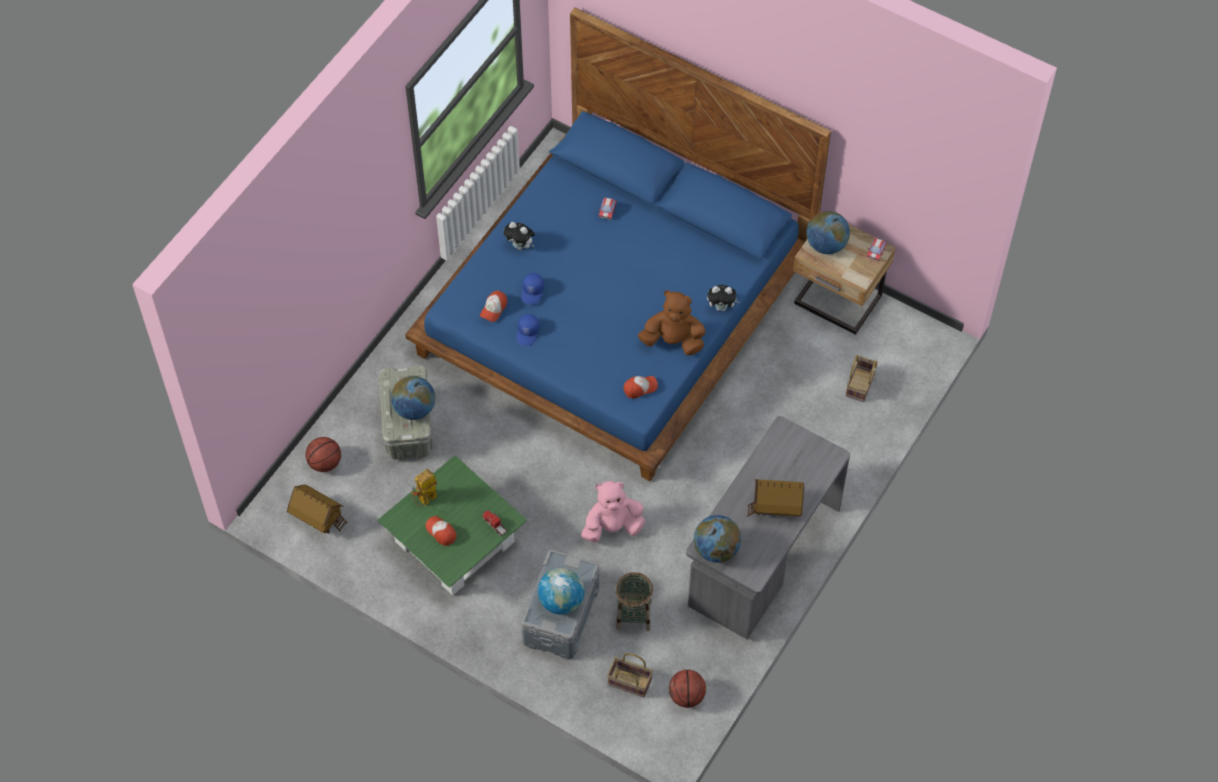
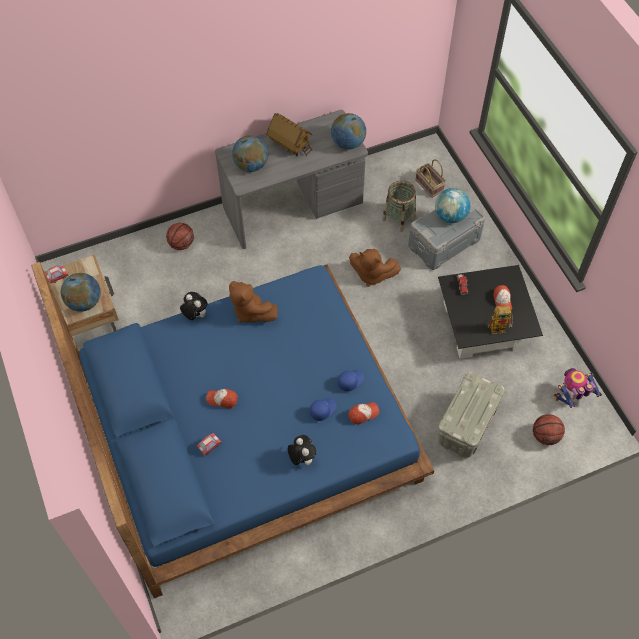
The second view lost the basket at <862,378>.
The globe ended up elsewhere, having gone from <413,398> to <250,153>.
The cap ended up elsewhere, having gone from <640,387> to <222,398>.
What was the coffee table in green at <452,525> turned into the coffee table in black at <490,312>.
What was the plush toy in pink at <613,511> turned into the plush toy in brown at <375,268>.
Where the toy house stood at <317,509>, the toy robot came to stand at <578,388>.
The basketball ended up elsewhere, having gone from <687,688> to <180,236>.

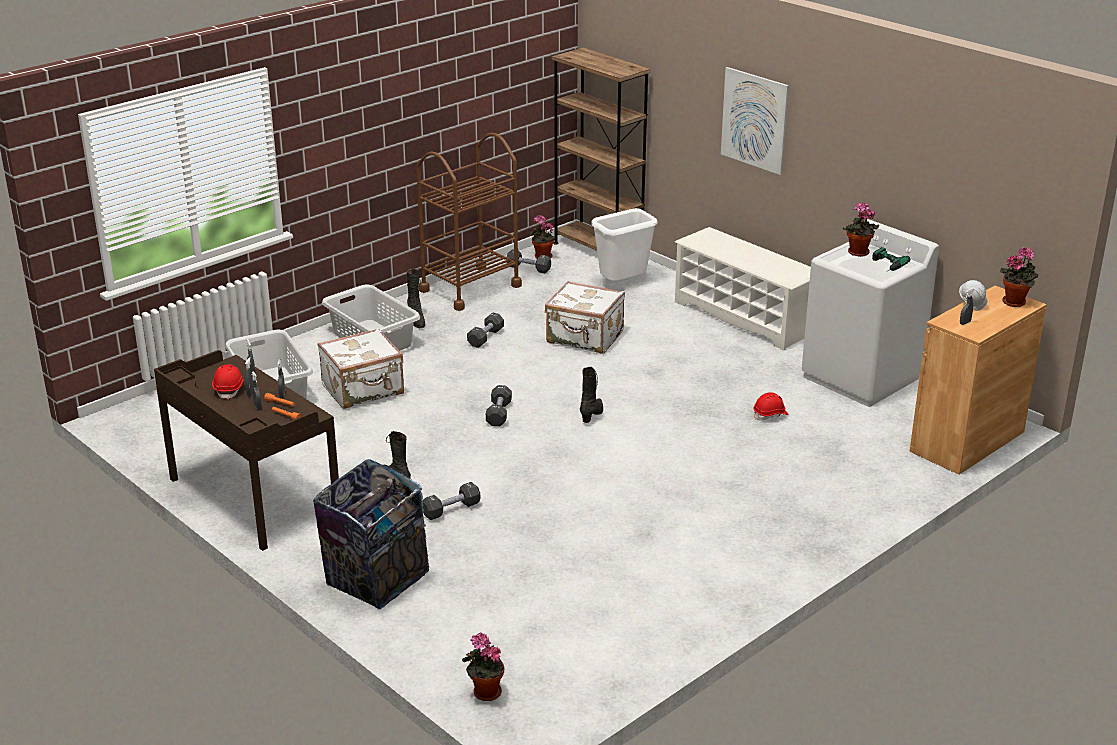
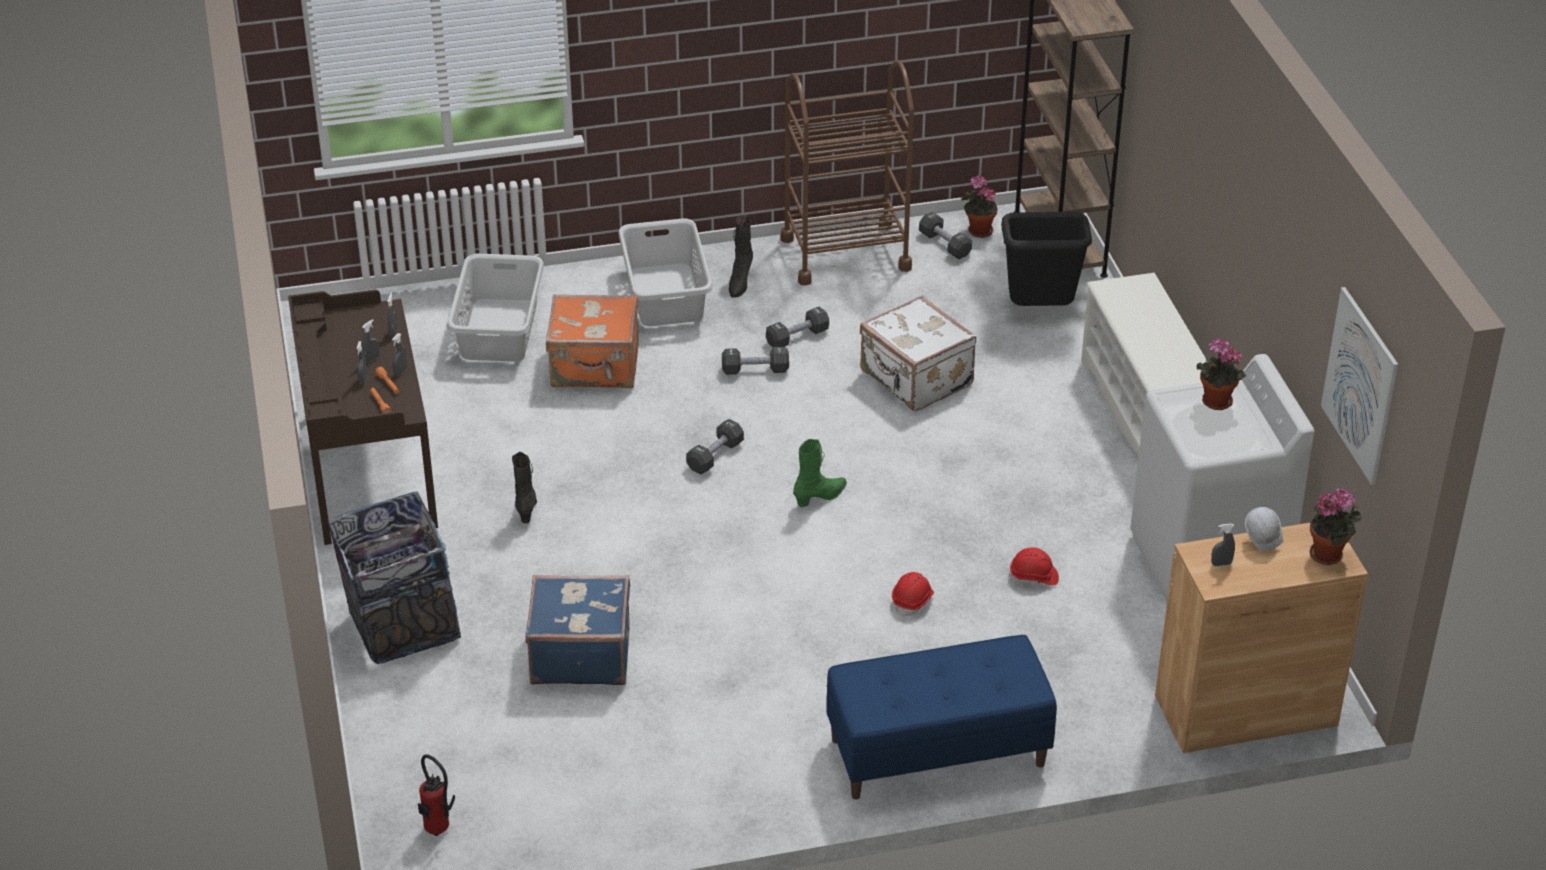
The picture ended up elsewhere, having gone from <755,121> to <1359,386>.
What was the trash can in white at <624,244> turned into the trash can in black at <1046,259>.
The second view lost the power drill at <891,259>.
What was the suitcase in white at <360,368> turned into the suitcase in orange at <592,341>.
The hard hat in red ended up elsewhere, having gone from <228,382> to <913,594>.
What was the boot in black at <591,395> turned into the boot in green at <820,473>.
The dumbbell in black ended up elsewhere, having gone from <451,501> to <755,361>.
The second view lost the potted plant at <483,667>.
The second view gained the suitcase in blue at <577,630>.
The second view gained the bench in blue at <941,717>.
The second view gained the fire extinguisher at <436,795>.

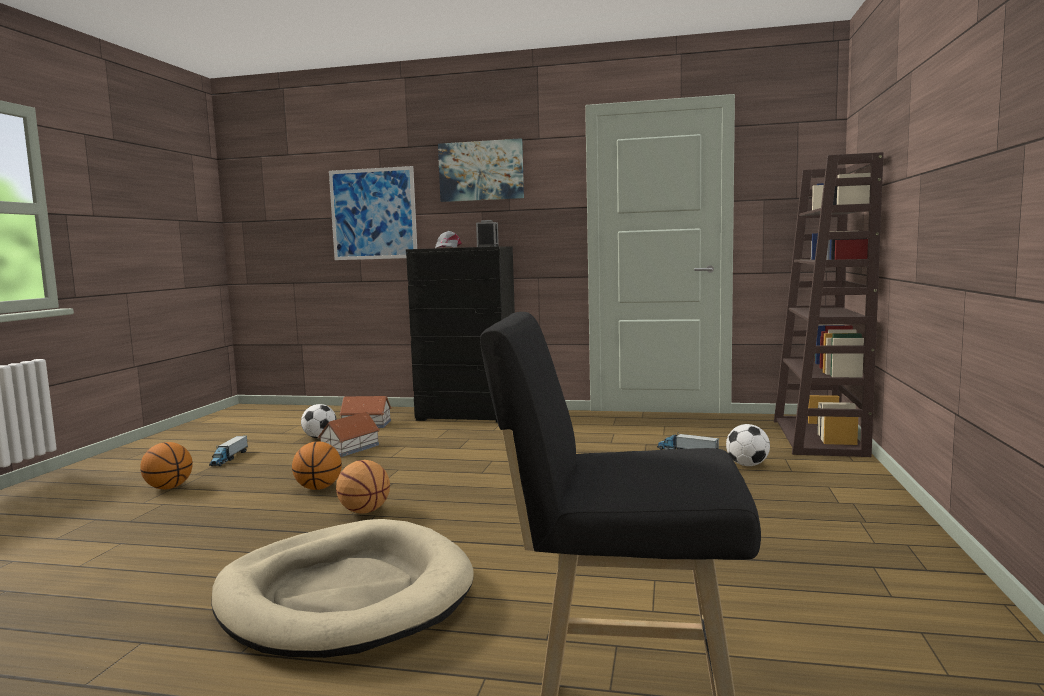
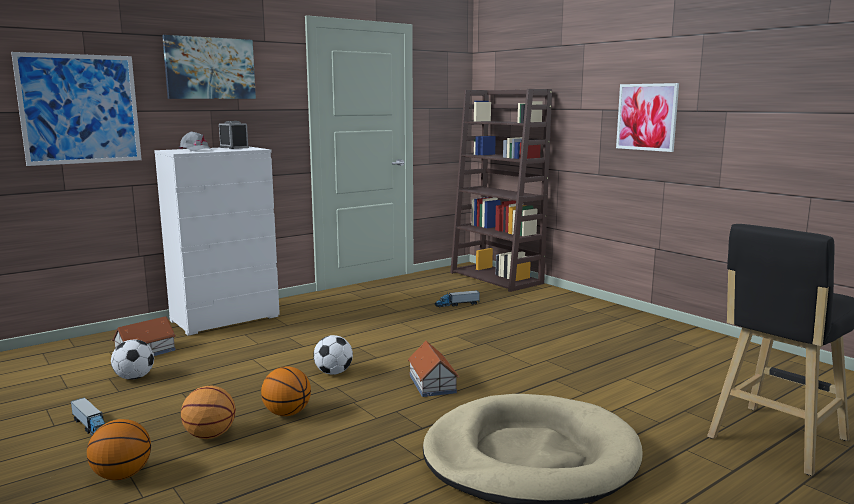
What was the dresser in black at <460,334> turned into the dresser in white at <217,241>.
The toy house ended up elsewhere, having gone from <349,434> to <433,369>.
The football ended up elsewhere, having gone from <748,445> to <333,355>.
The basketball ended up elsewhere, having gone from <363,487> to <208,412>.
The second view gained the picture at <647,117>.

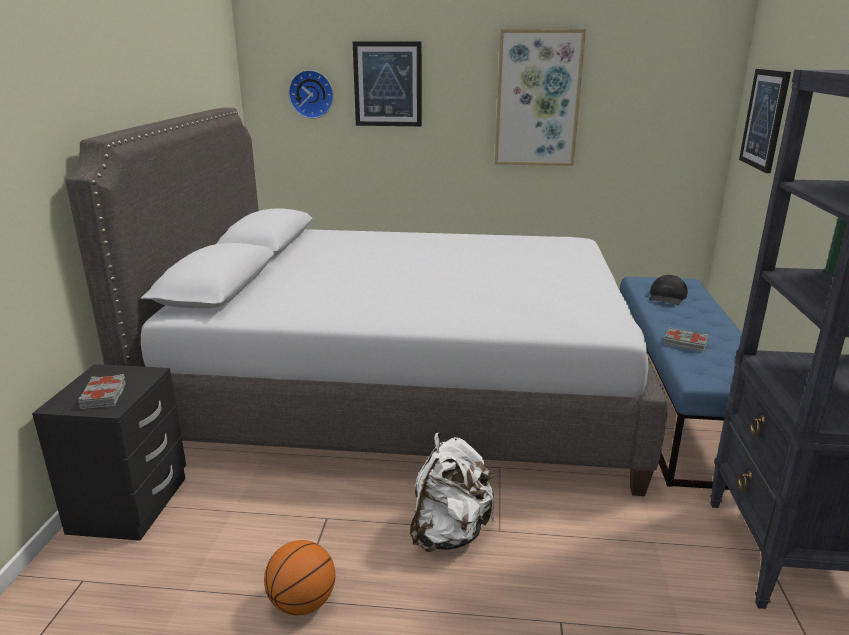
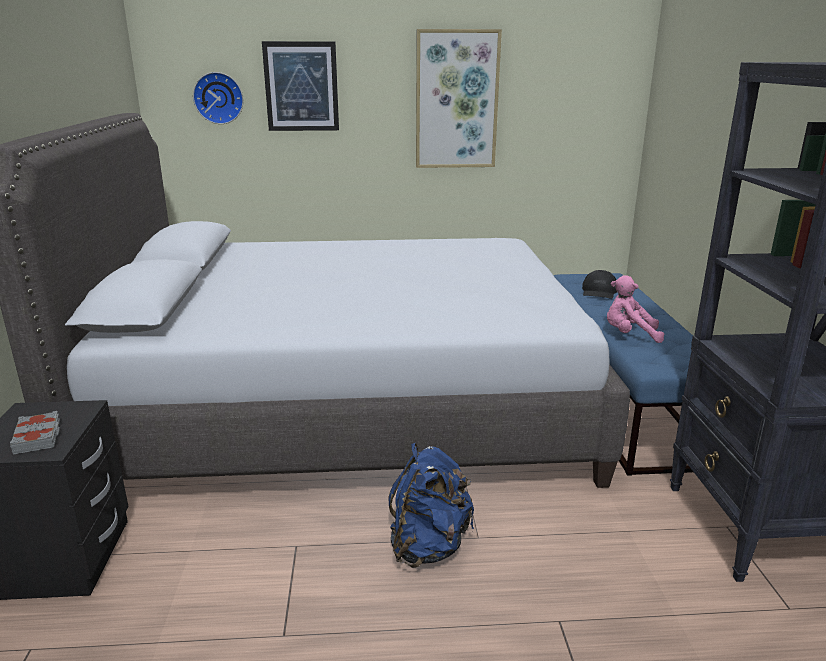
The second view lost the picture at <765,121>.
Where the book in grey stood at <686,339>, the plush toy in pink came to stand at <635,309>.
What was the backpack in white at <452,492> turned into the backpack in blue at <431,505>.
The second view lost the basketball at <299,577>.

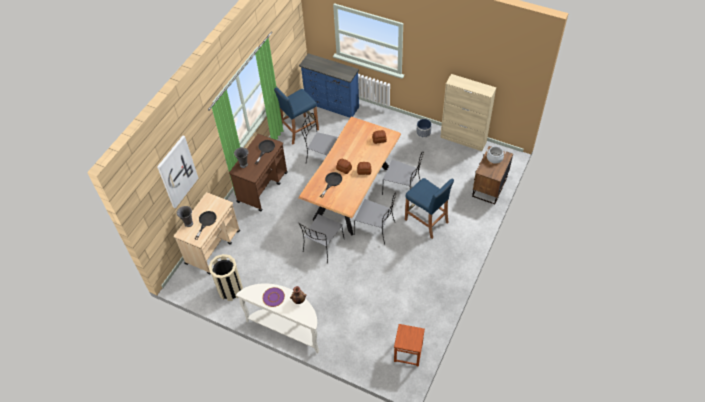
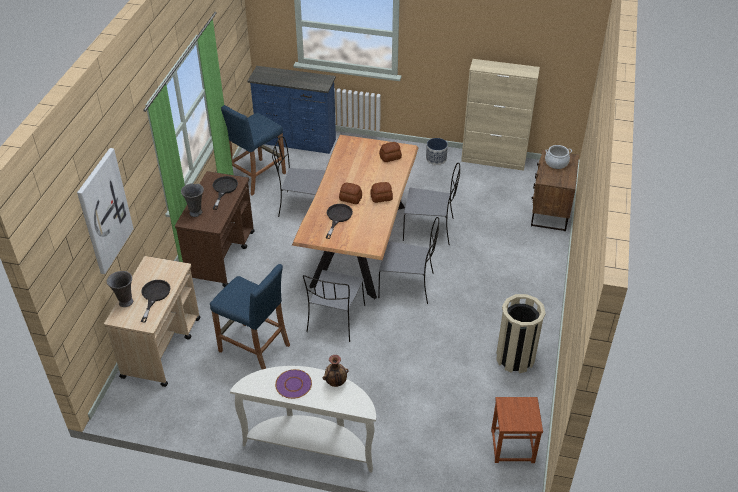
The stool in blue ended up elsewhere, having gone from <429,208> to <250,316>.
The trash can in beige ended up elsewhere, having gone from <226,277> to <521,333>.

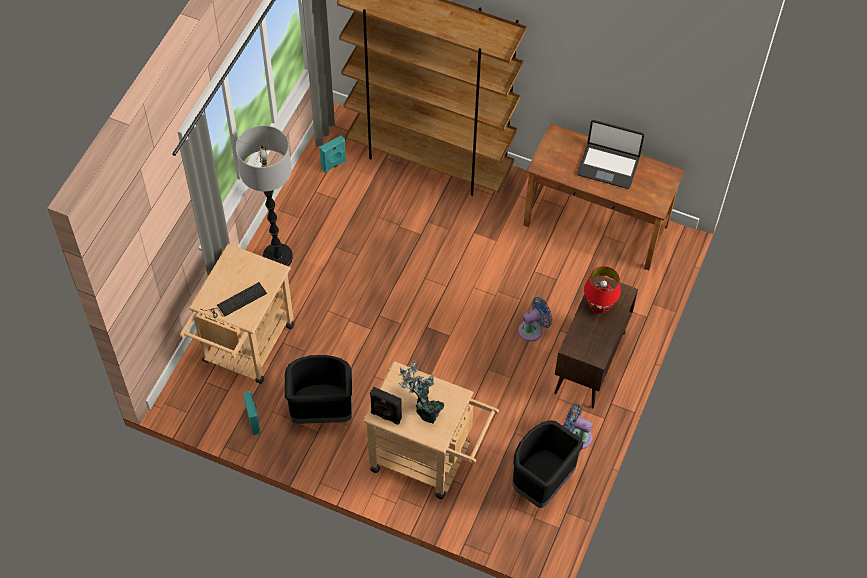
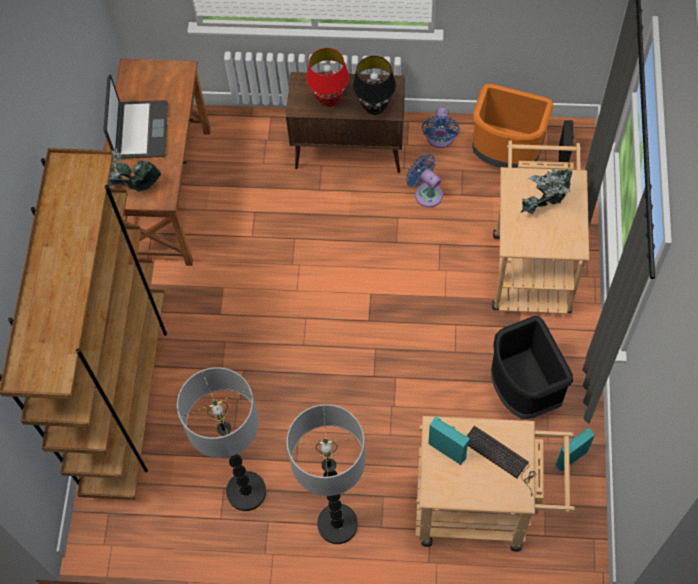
The speaker in turquoise ended up elsewhere, having gone from <333,154> to <448,441>.
The fan in blue ended up elsewhere, having gone from <535,319> to <424,180>.
The speaker in black ended up elsewhere, having gone from <386,405> to <566,141>.
What was the trash can in black at <548,464> turned into the trash can in orange at <513,126>.
The second view gained the table lamp in black at <374,85>.
The second view gained the potted plant at <131,170>.
The second view gained the floor lamp at <221,439>.

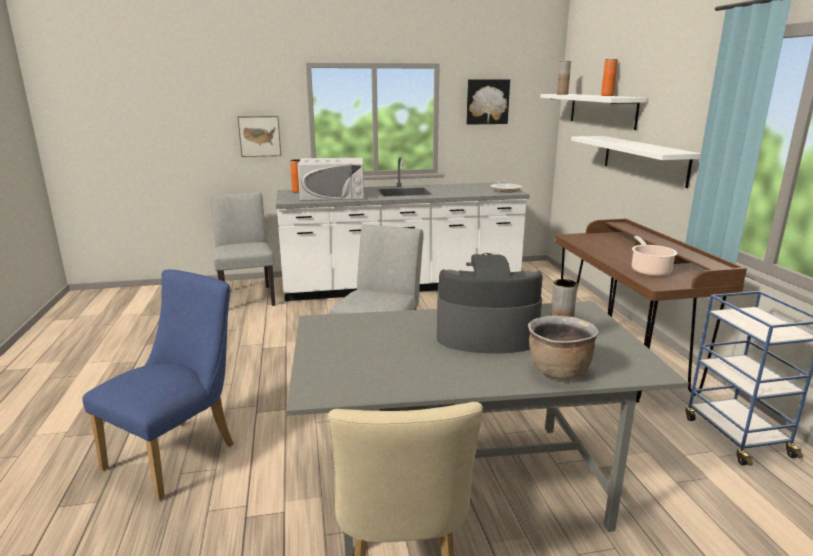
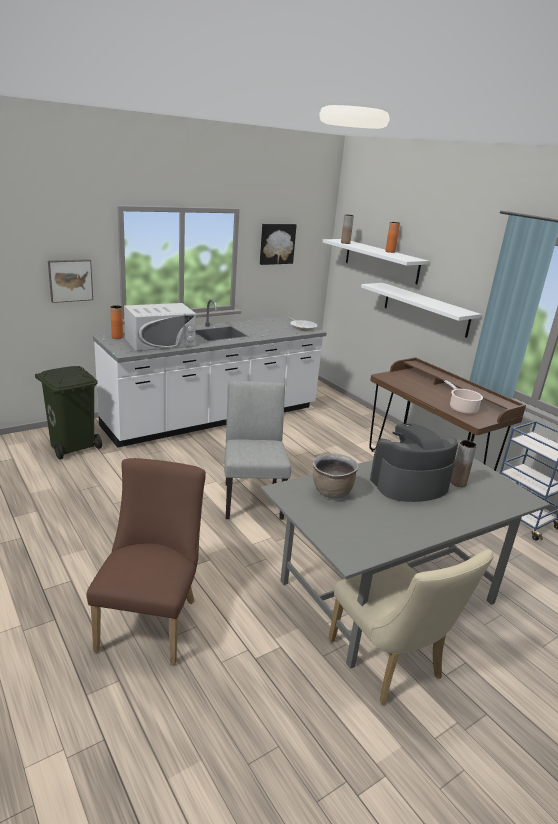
Where the chair in grey stood at <242,249>, the trash can in green came to stand at <68,412>.
What was the chair in blue at <158,385> turned into the chair in brown at <146,561>.
The cooking pot in brown ended up elsewhere, having gone from <563,347> to <336,476>.

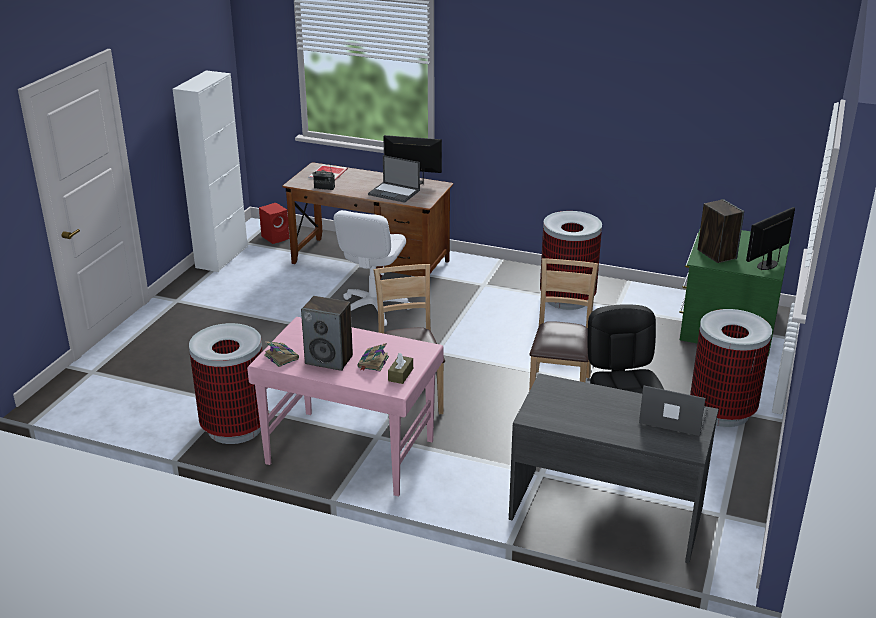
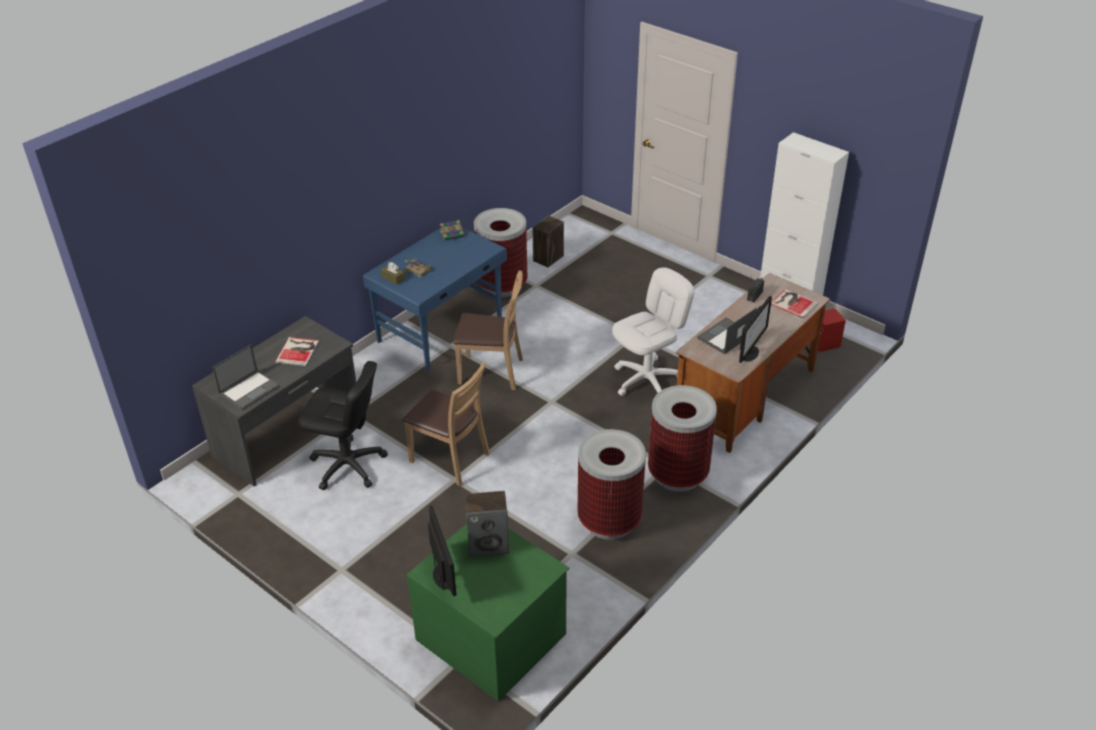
The office chair in white at <372,268> ended up facing another way, 105 degrees clockwise from before.
The speaker ended up elsewhere, having gone from <327,333> to <548,241>.
The trash can ended up elsewhere, having gone from <731,368> to <682,438>.
What was the desk in pink at <345,407> turned into the desk in blue at <435,299>.
The second view gained the book at <297,351>.

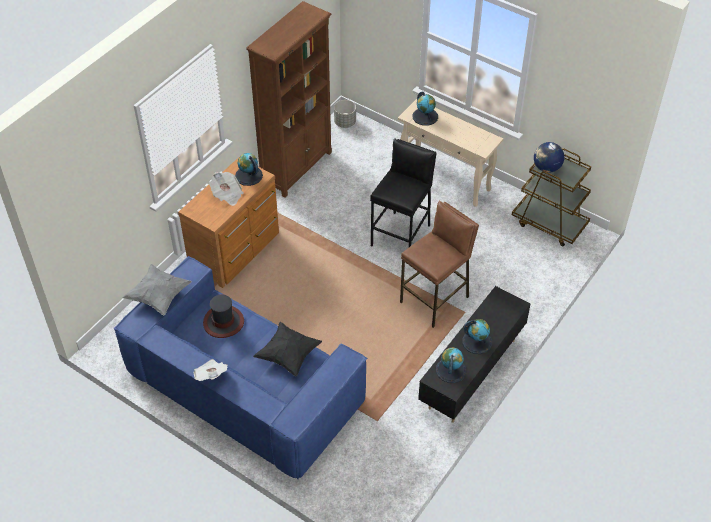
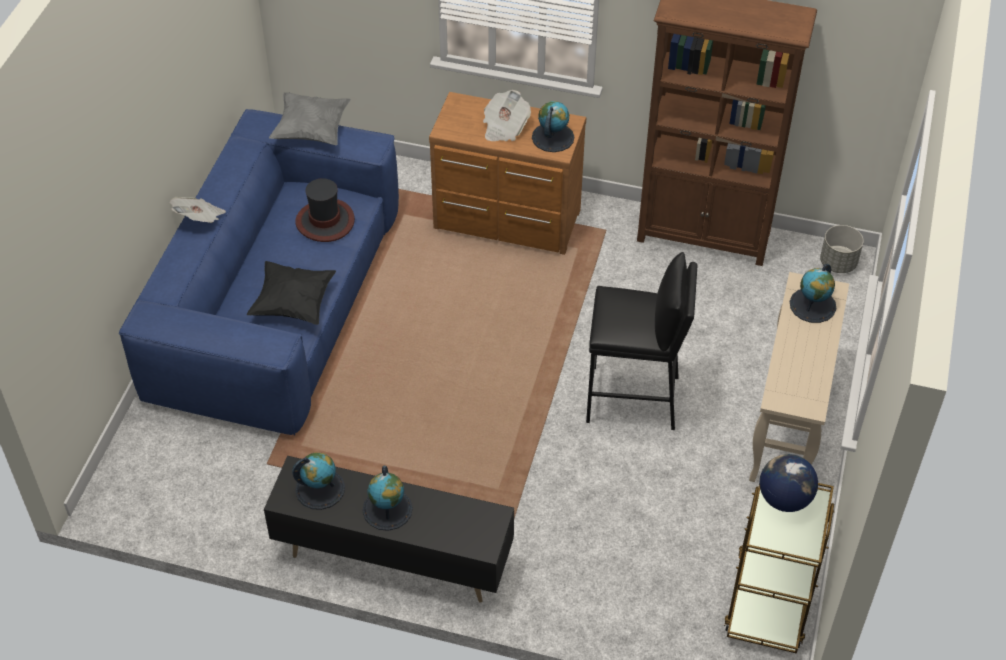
The second view lost the stool in brown at <439,264>.

